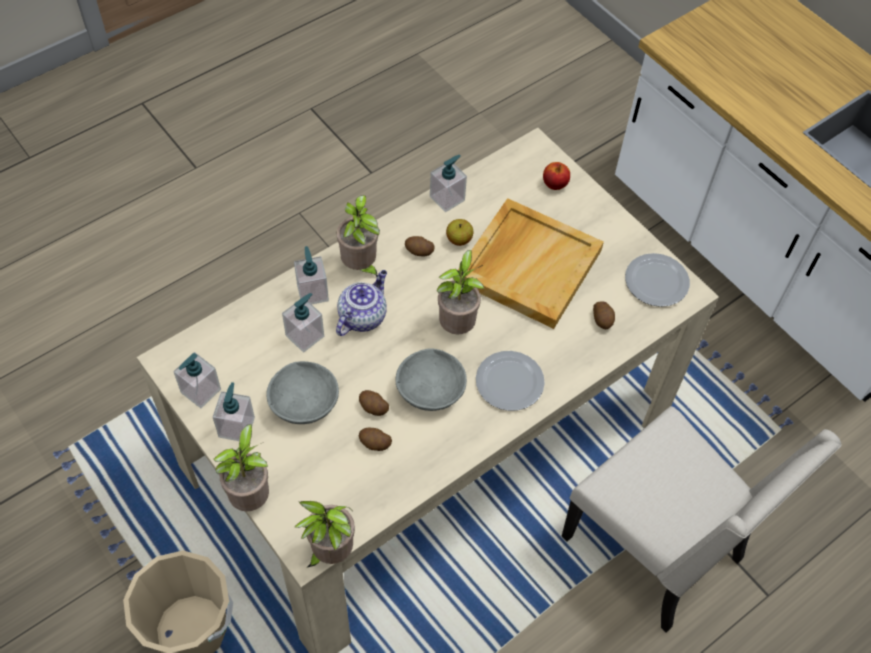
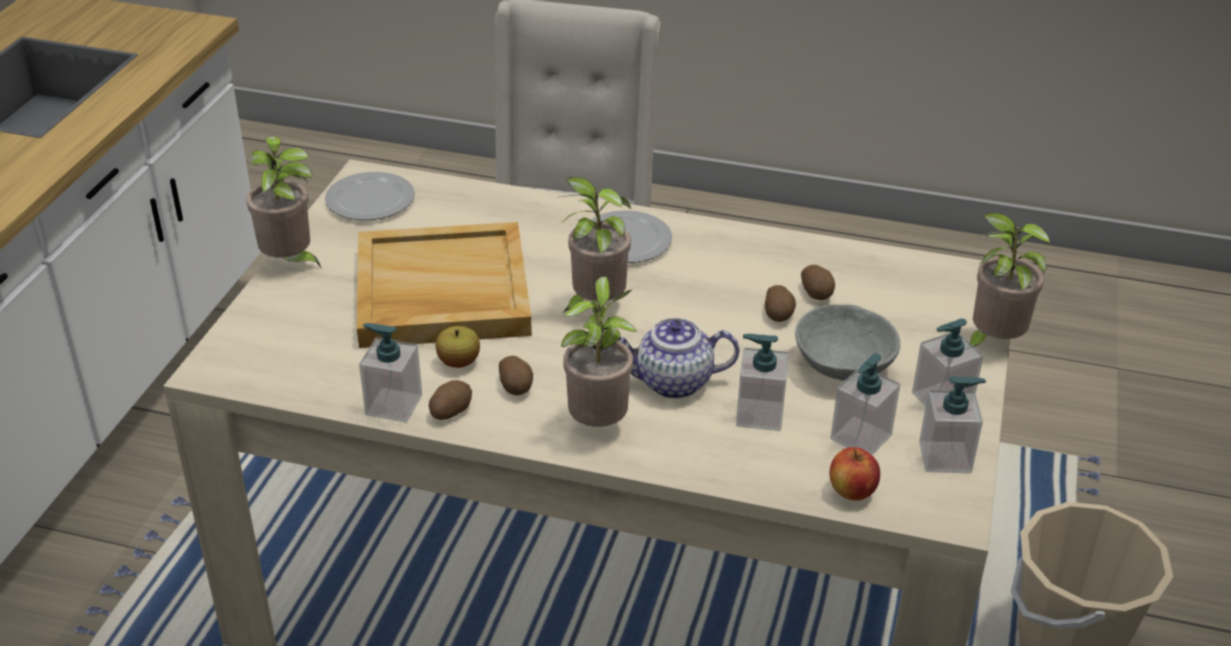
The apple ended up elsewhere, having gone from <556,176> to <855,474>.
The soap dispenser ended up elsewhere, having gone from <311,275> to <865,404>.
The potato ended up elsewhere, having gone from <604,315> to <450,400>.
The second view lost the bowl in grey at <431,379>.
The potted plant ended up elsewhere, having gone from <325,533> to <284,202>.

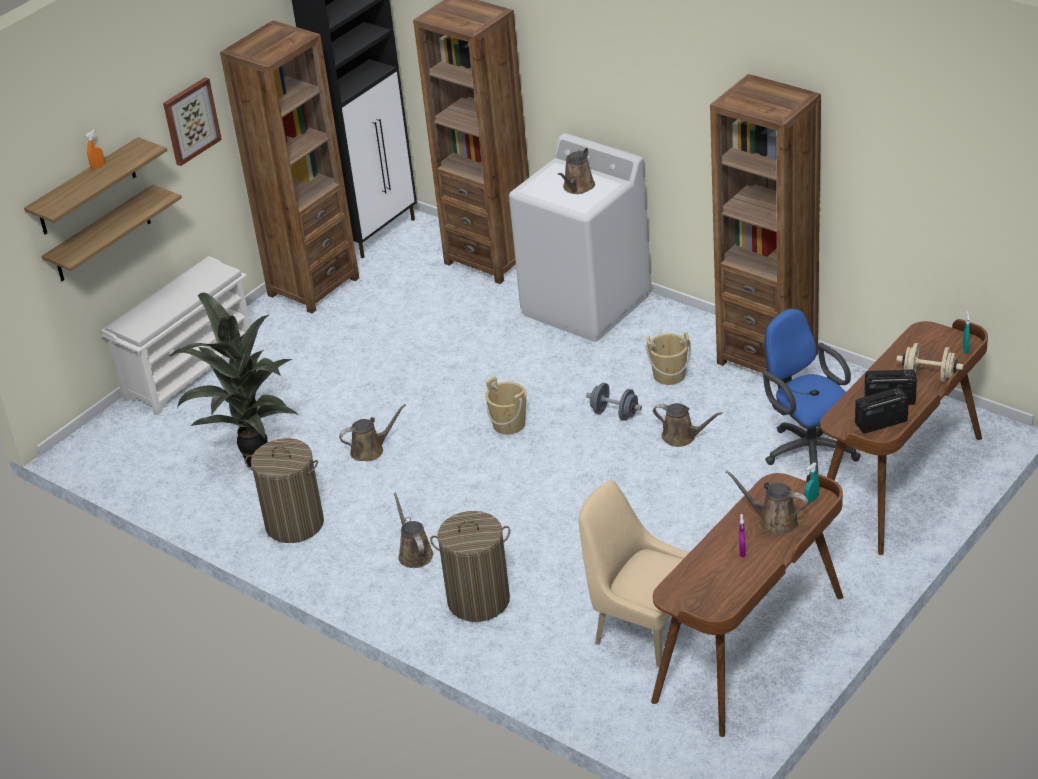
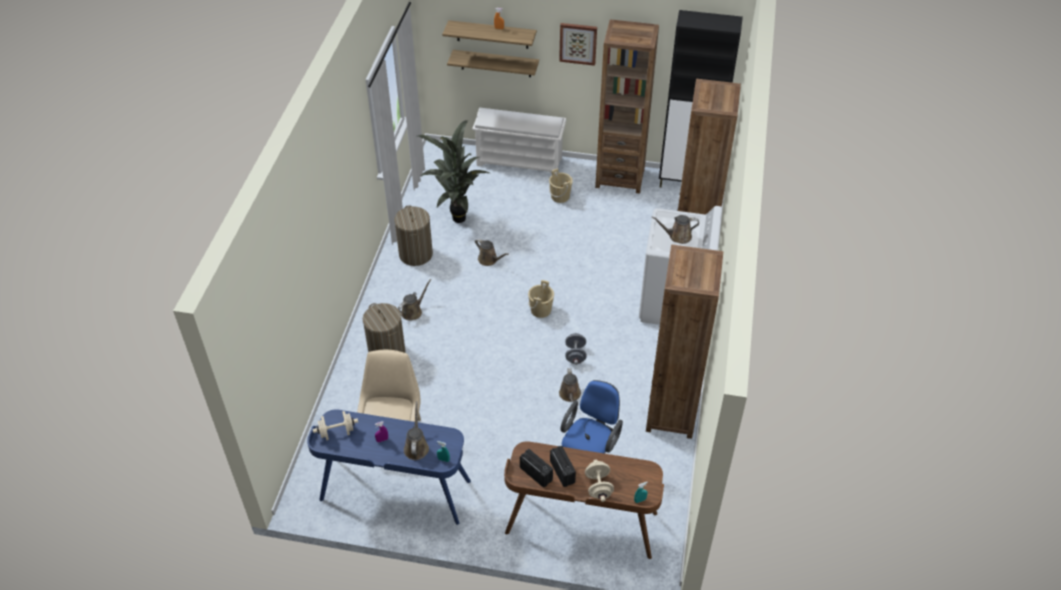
The bucket in beige ended up elsewhere, having gone from <668,358> to <561,185>.
What was the desk in brown at <747,605> turned into the desk in blue at <389,467>.
The second view gained the dumbbell in beige at <335,426>.

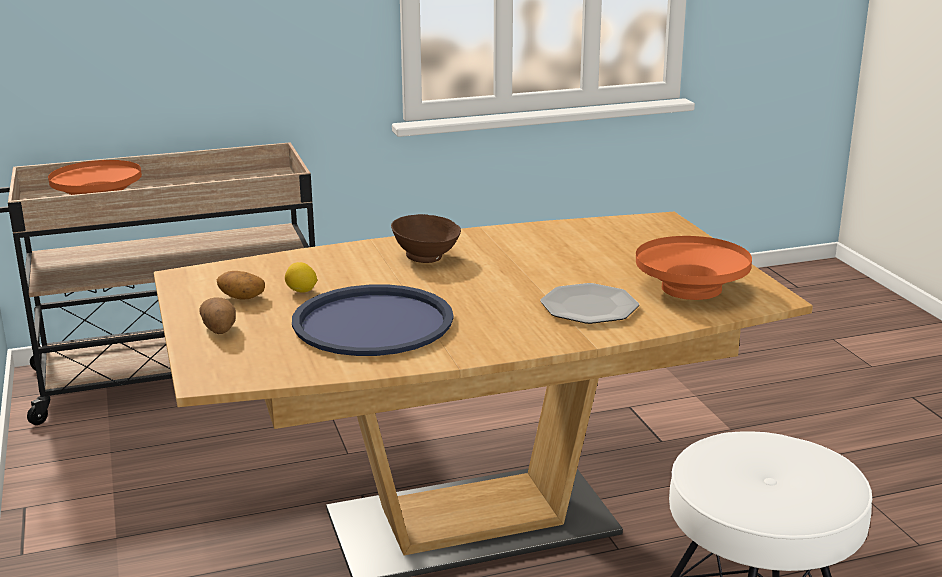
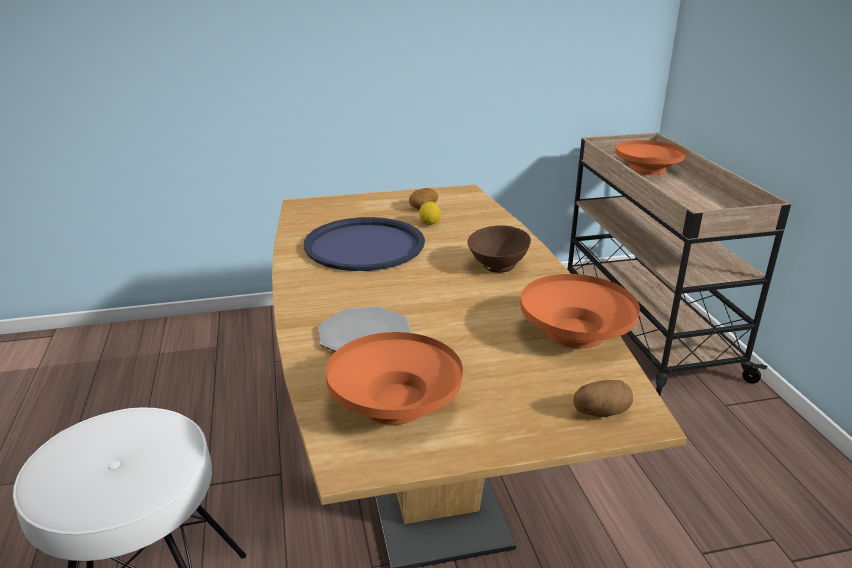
The potato ended up elsewhere, having gone from <217,315> to <603,398>.
The second view gained the bowl in orange at <580,311>.

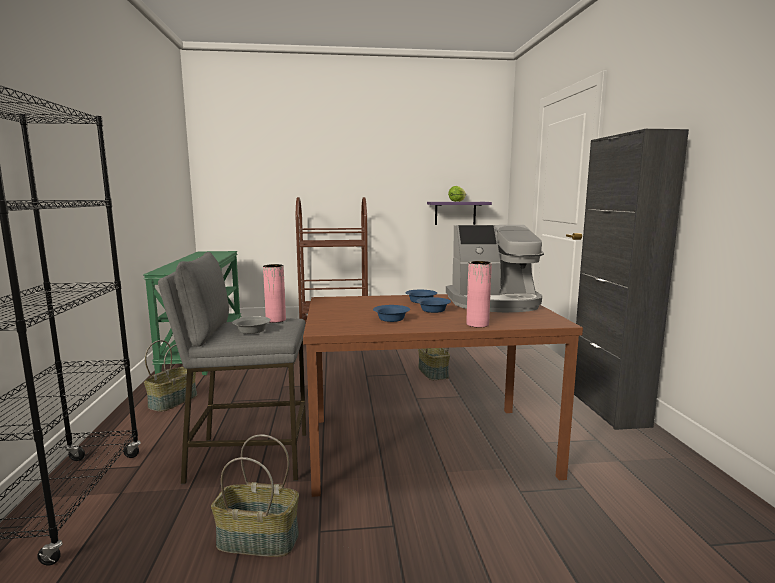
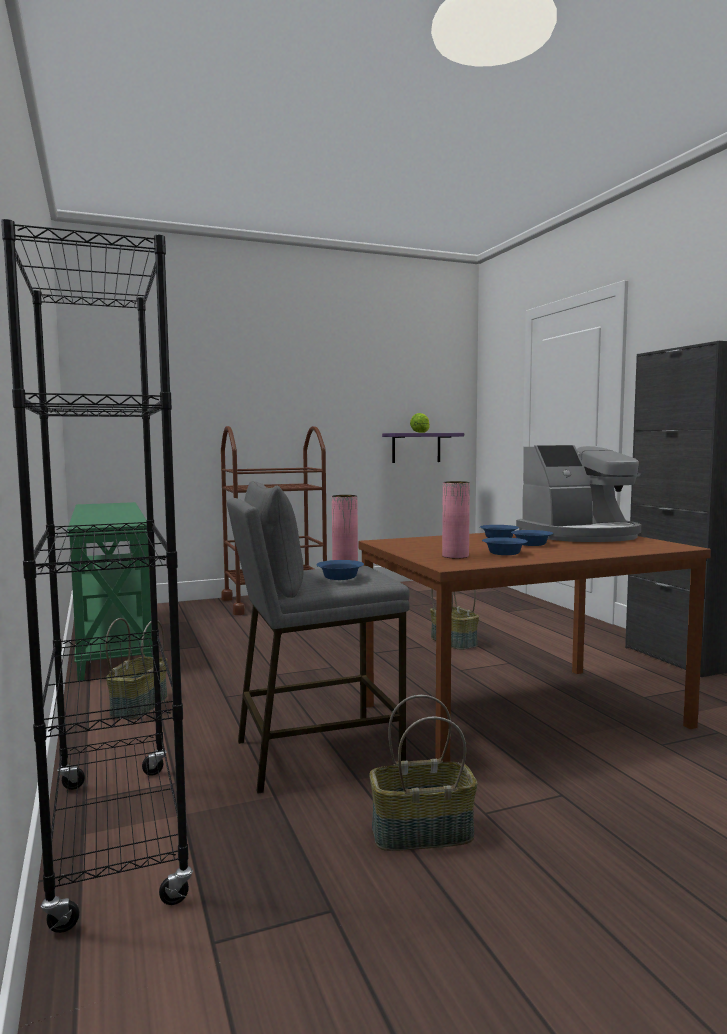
The vase in pink ended up elsewhere, having gone from <479,294> to <456,520>.
What was the bowl in grey at <251,325> turned into the bowl in blue at <340,570>.

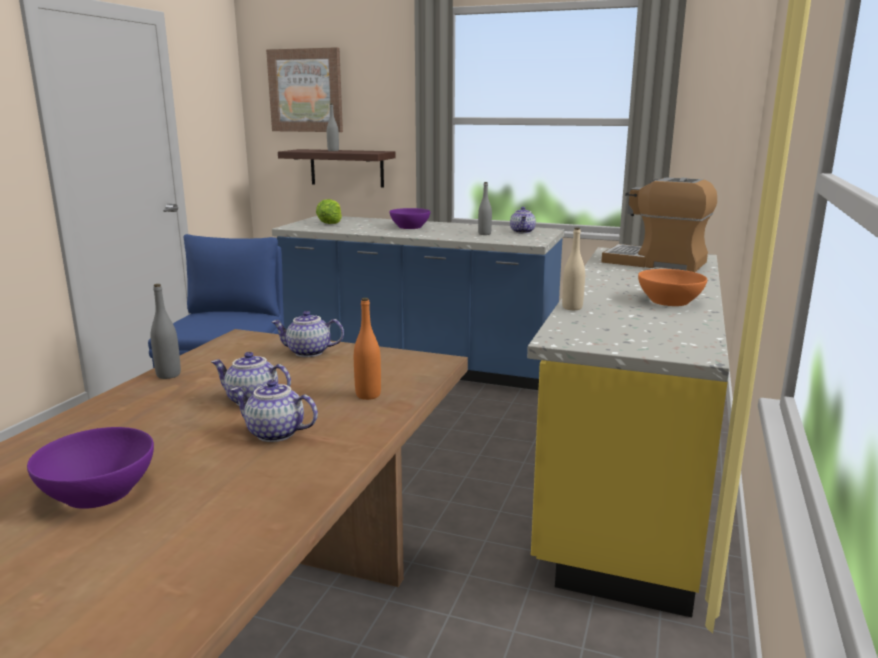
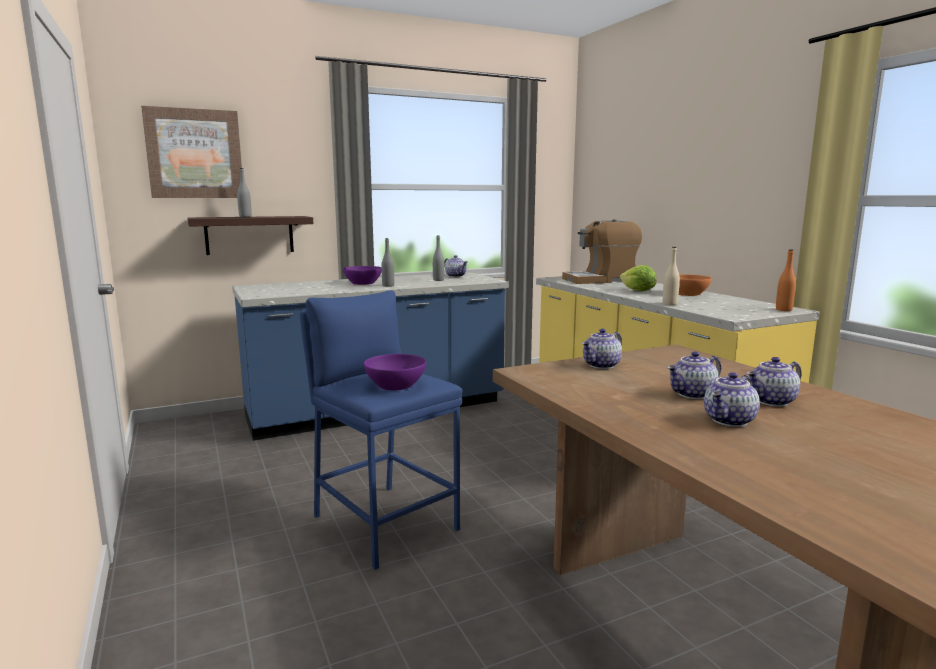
The lettuce ended up elsewhere, having gone from <329,211> to <638,278>.
The bottle in grey ended up elsewhere, having gone from <165,331> to <387,262>.
The bottle in orange ended up elsewhere, having gone from <367,349> to <786,280>.
The bowl in purple ended up elsewhere, having gone from <90,468> to <395,372>.
The second view gained the teapot at <732,399>.

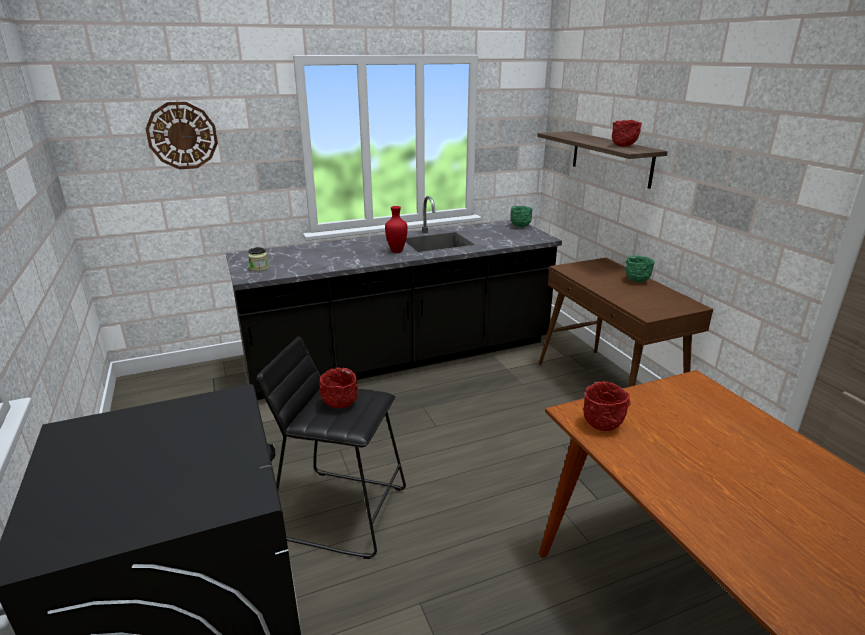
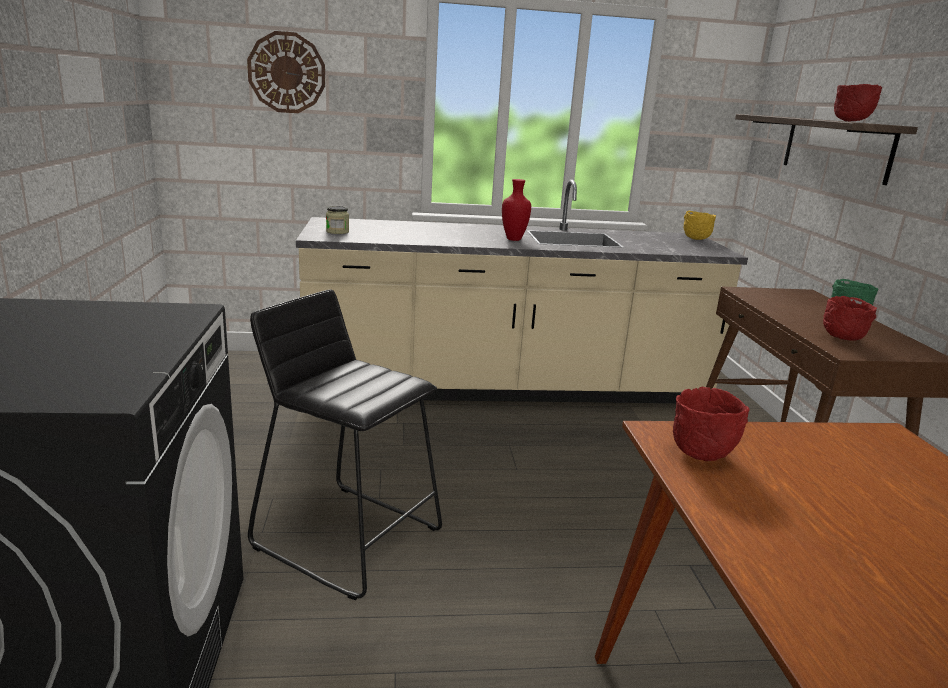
What was the counter in black at <394,298> turned into the counter in beige at <522,291>.
What was the bowl in green at <521,216> turned into the bowl in yellow at <699,225>.
The bowl in red ended up elsewhere, having gone from <339,387> to <850,318>.

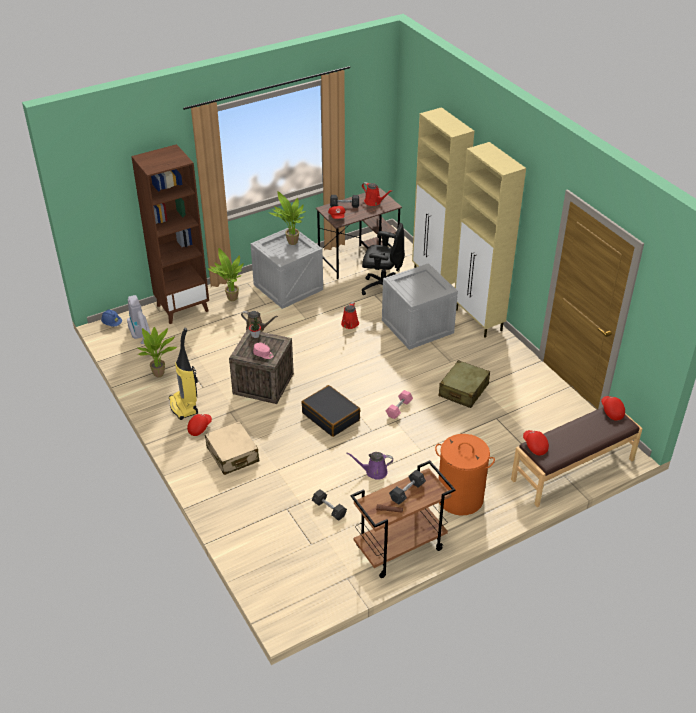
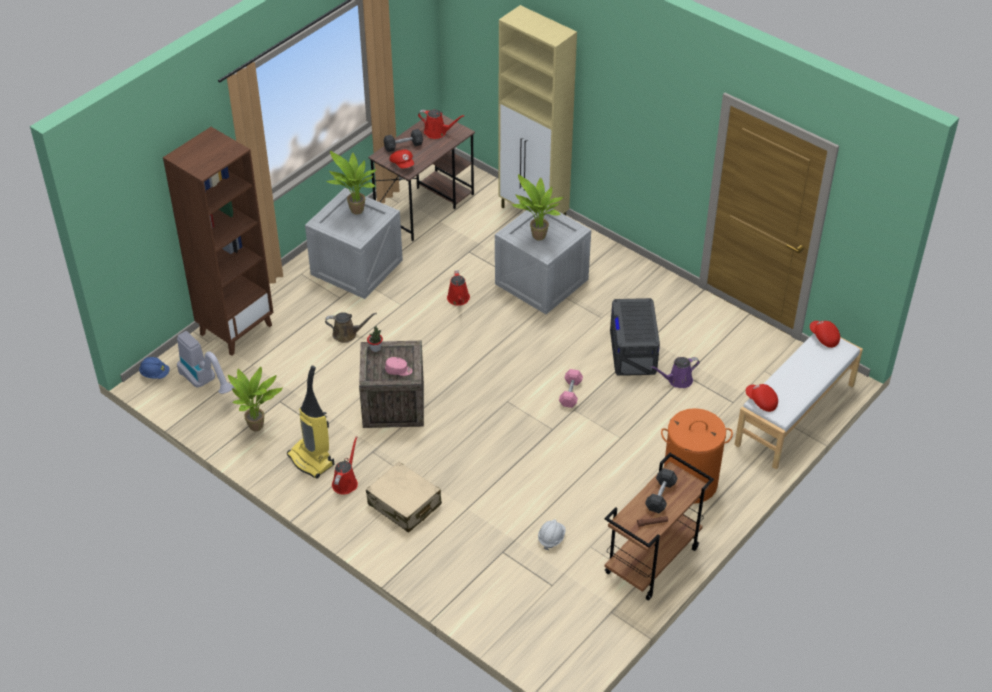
The second view lost the cabinet in beige at <490,239>.
The second view lost the office chair in black at <383,259>.
The potted plant ended up elsewhere, having gone from <226,274> to <537,207>.
Where the suitcase in beige stood at <464,384>, the storage box in grey came to stand at <635,337>.
The second view lost the suitcase in black at <331,411>.
What was the bench in brown at <577,457> turned into the bench in white at <798,401>.
Where the cap in red stood at <199,425>, the watering can in red came to stand at <345,465>.
The watering can in purple ended up elsewhere, having gone from <369,466> to <675,372>.
Where the dumbbell in grey stood at <329,505>, the hard hat in white came to stand at <552,534>.

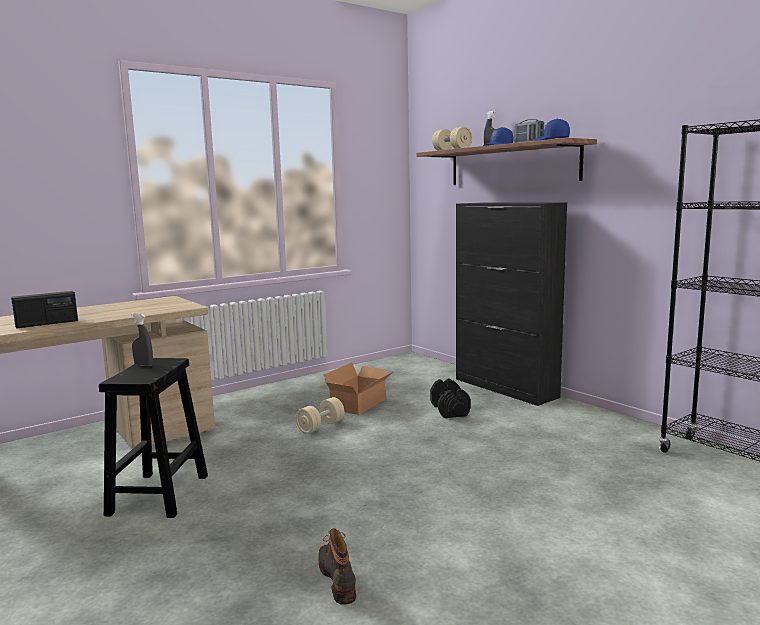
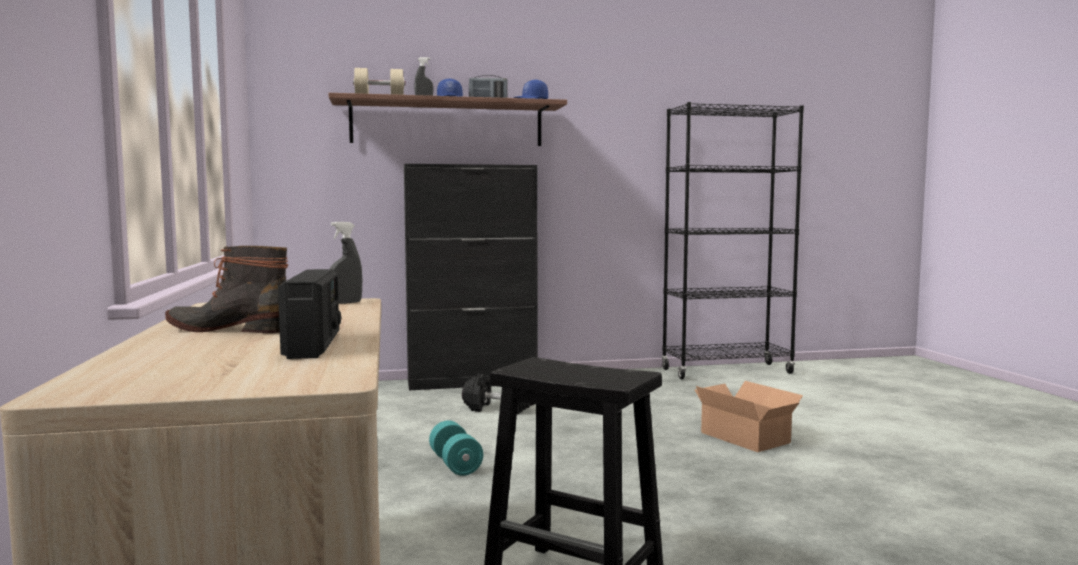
The spray bottle in grey ended up elsewhere, having gone from <142,339> to <346,263>.
The cardboard box ended up elsewhere, having gone from <358,388> to <749,416>.
What was the dumbbell in beige at <320,415> turned into the dumbbell in turquoise at <456,448>.
The boot ended up elsewhere, having gone from <337,566> to <226,289>.

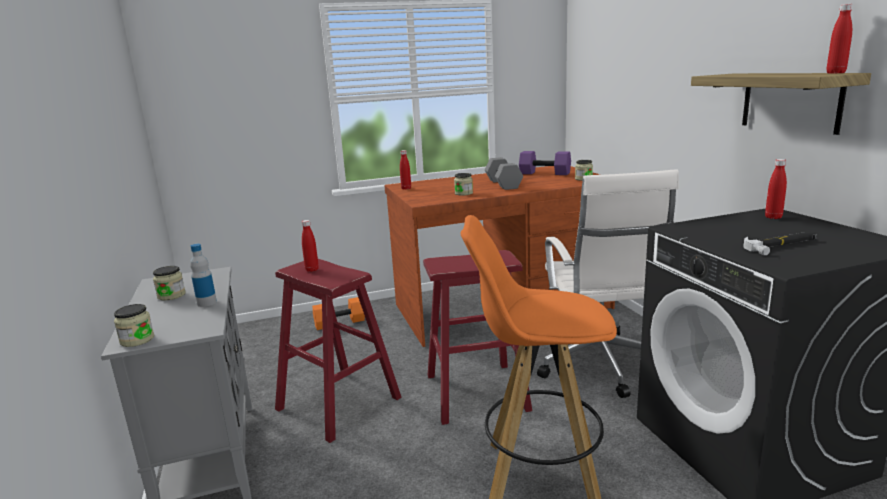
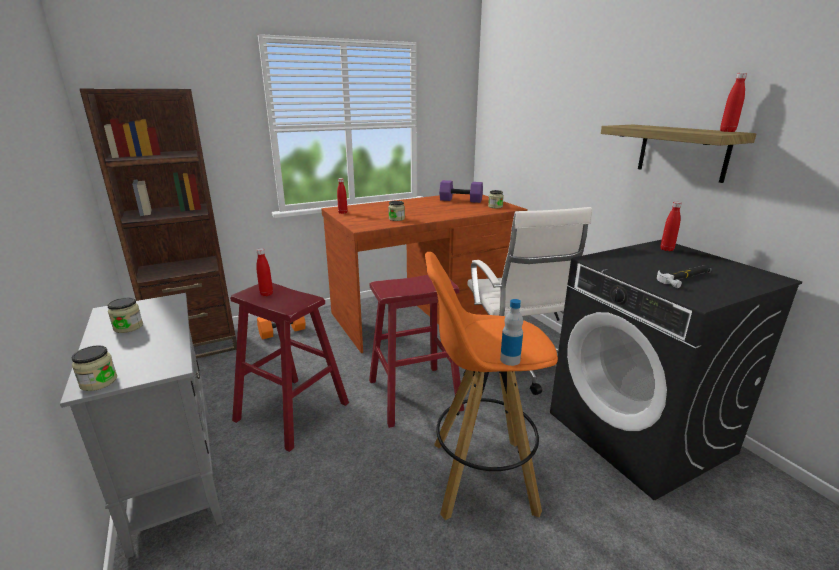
The second view lost the dumbbell in grey at <504,173>.
The bottle ended up elsewhere, having gone from <203,275> to <511,332>.
The second view gained the bookcase in brown at <158,224>.

